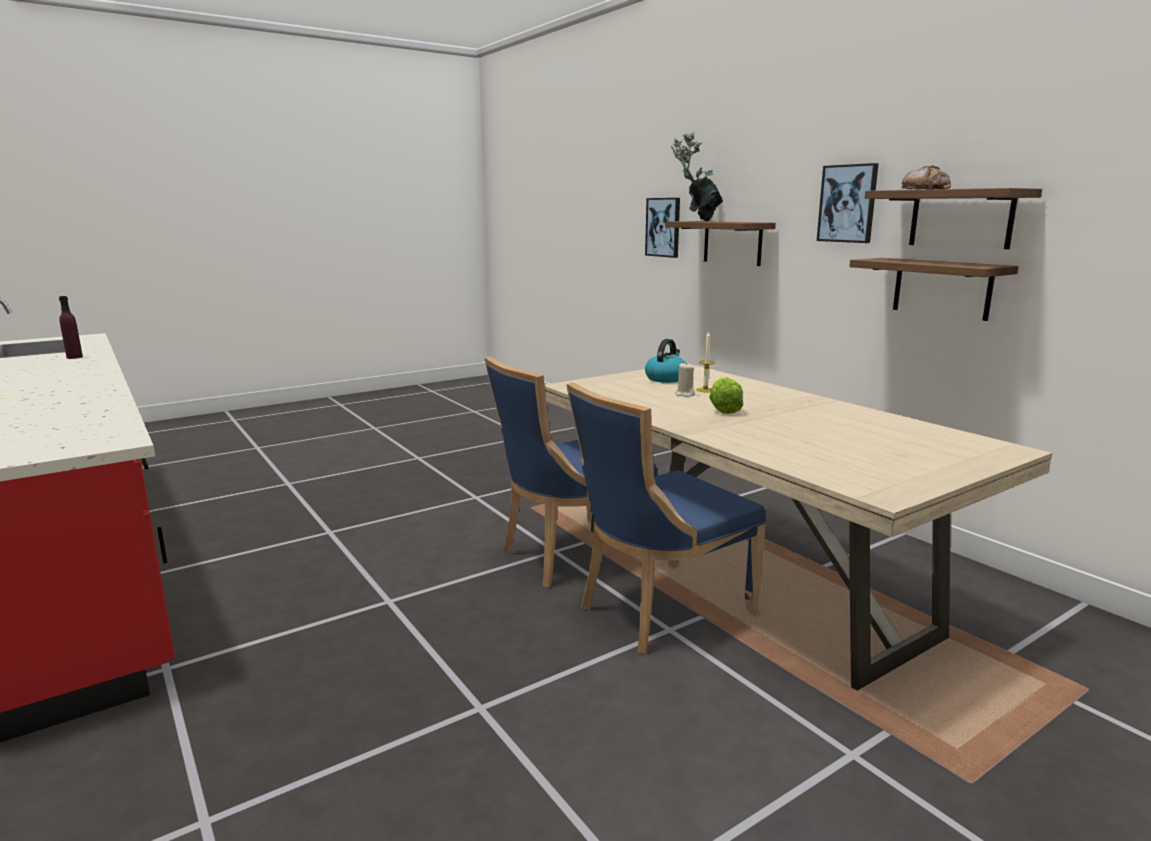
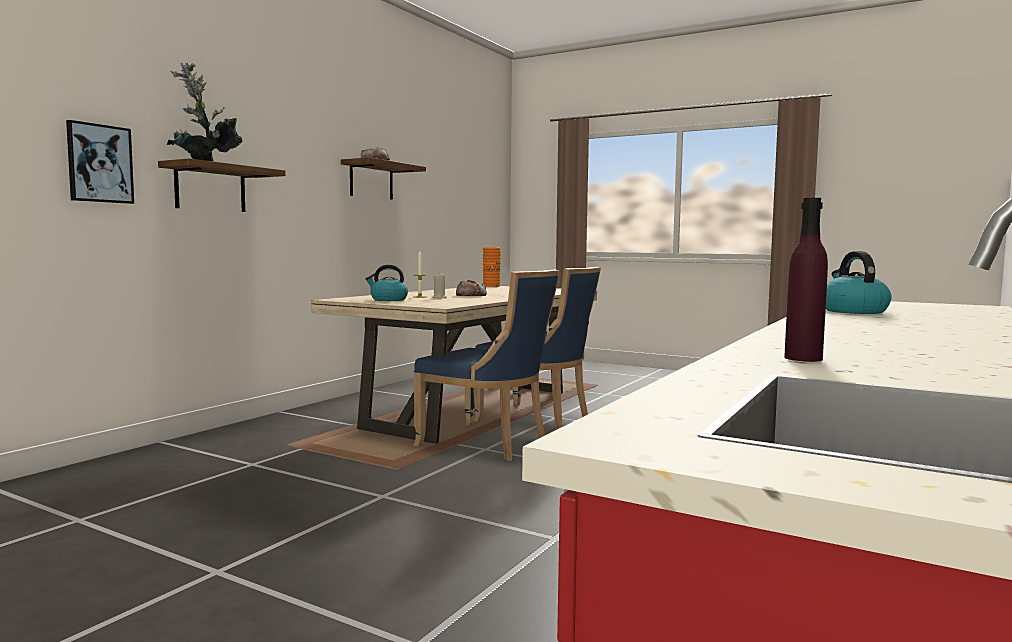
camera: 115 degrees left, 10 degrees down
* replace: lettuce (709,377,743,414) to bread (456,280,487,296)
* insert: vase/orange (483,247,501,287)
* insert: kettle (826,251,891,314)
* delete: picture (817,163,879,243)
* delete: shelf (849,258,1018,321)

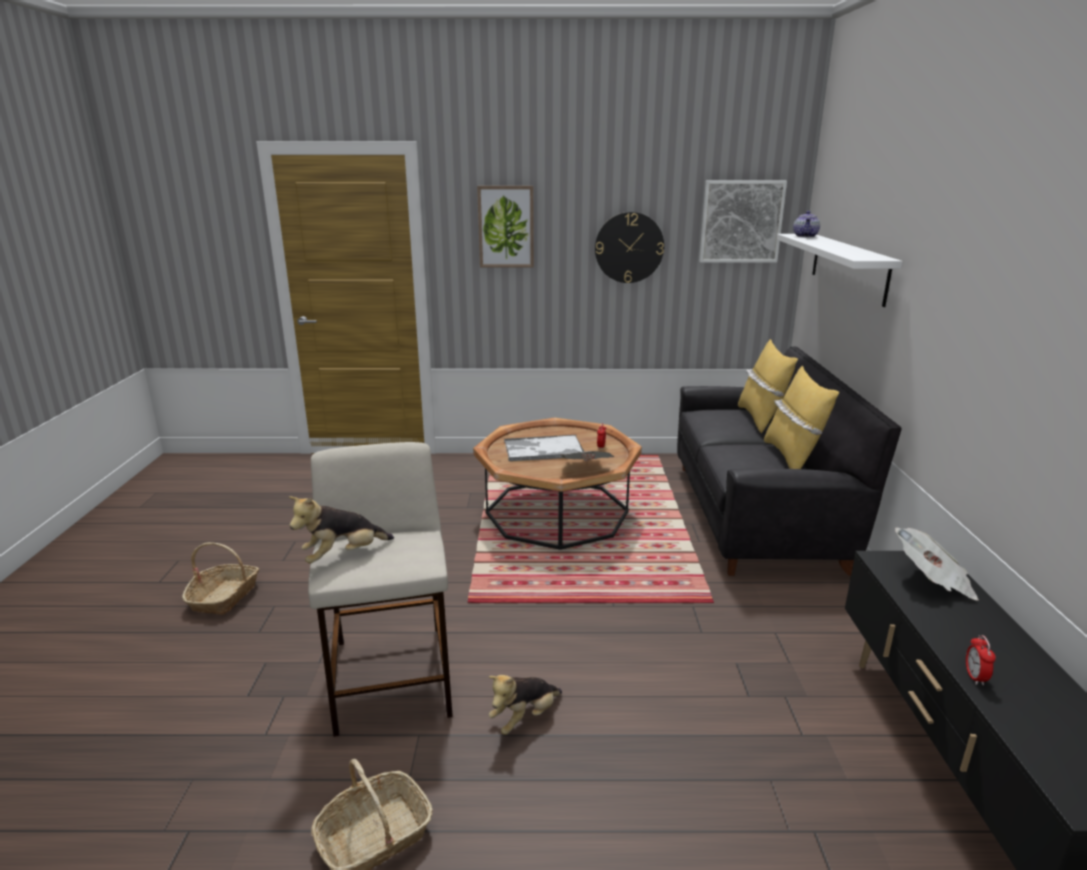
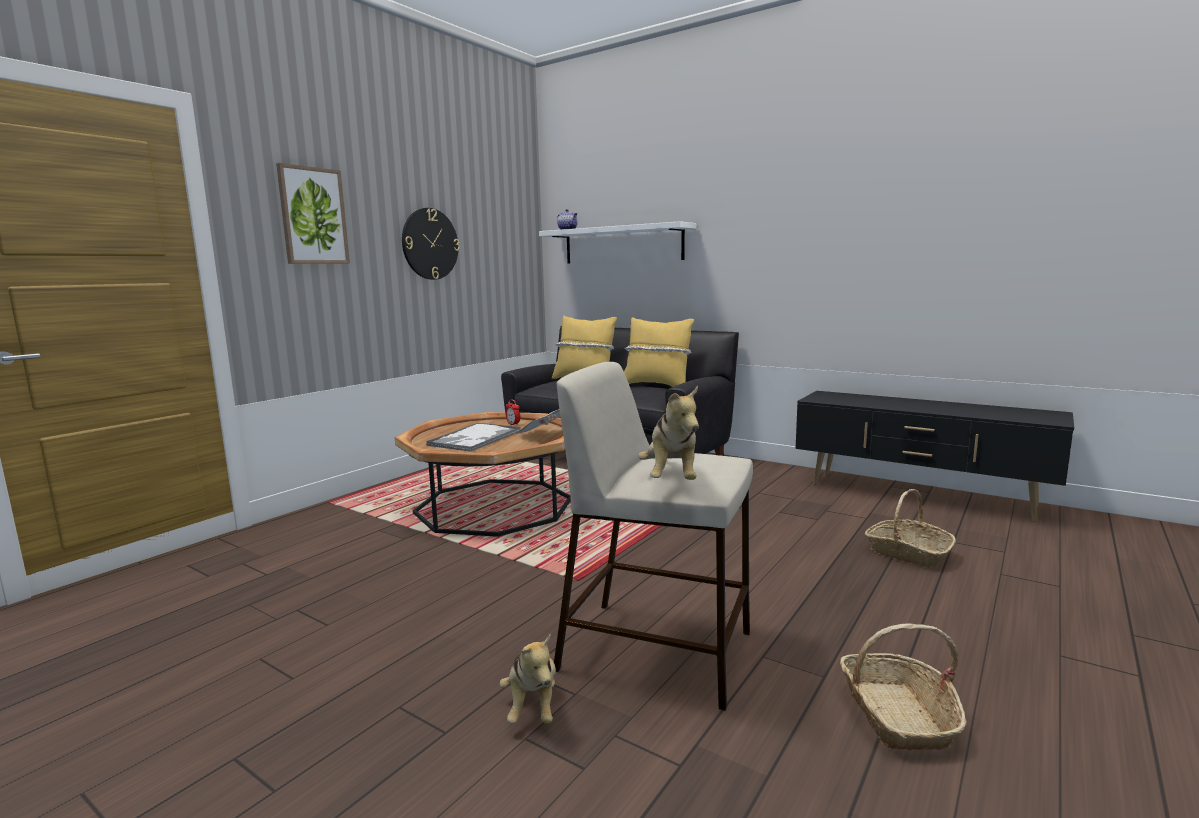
camera: 55 degrees left, 10 degrees down
* move: plush toy (489,675,562,735) to (499,633,556,724)
* move: basket (182,542,259,615) to (865,489,956,568)
* delete: picture (699,181,787,263)
* delete: newspaper (895,527,979,600)
* delete: alarm clock (966,635,996,686)

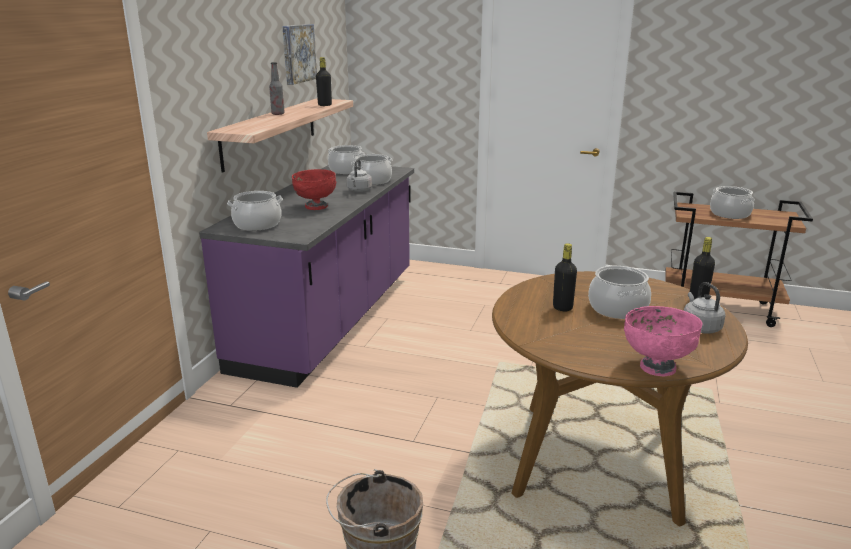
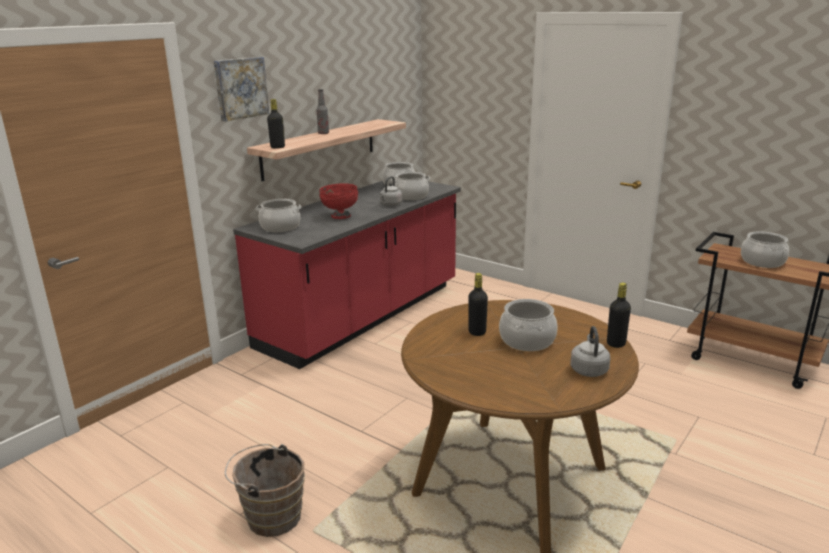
camera: 20 degrees right, 0 degrees up
* move: picture (282,24,317,85) to (214,57,269,122)
* recolor: counter/purple (199,165,414,388) to counter/red (233,181,461,369)
* move: bottle/black (316,57,332,106) to (267,99,285,149)
* delete: bowl/pink (624,306,702,376)

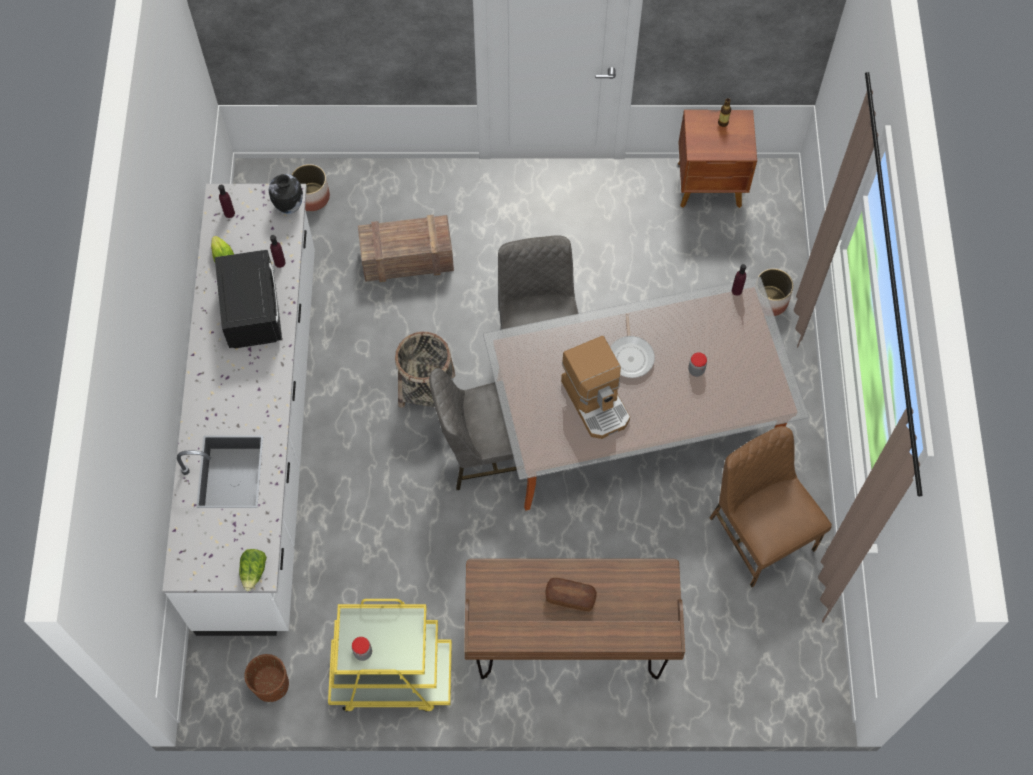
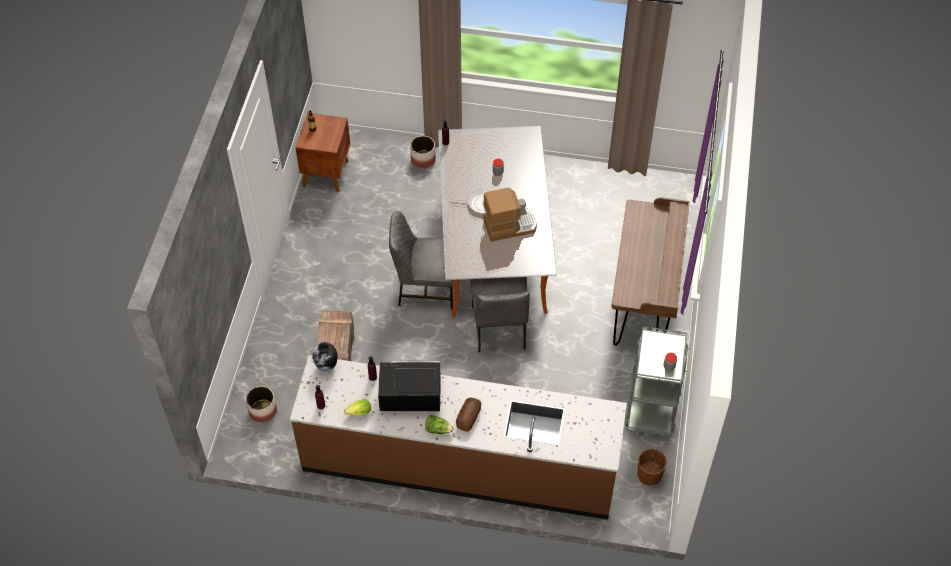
camera: 80 degrees left, 10 degrees down
* recolor: counter/white (162,184,315,636) to counter/brown (290,355,627,520)
* move: lettuce (239,549,267,591) to (425,415,454,434)
* move: bread (546,578,597,611) to (456,398,481,432)
* recolor: cart/yellow (328,599,452,712) to cart/grey (625,326,689,437)
* delete: basket (395,332,456,408)
* delete: chair/brown (709,426,832,587)

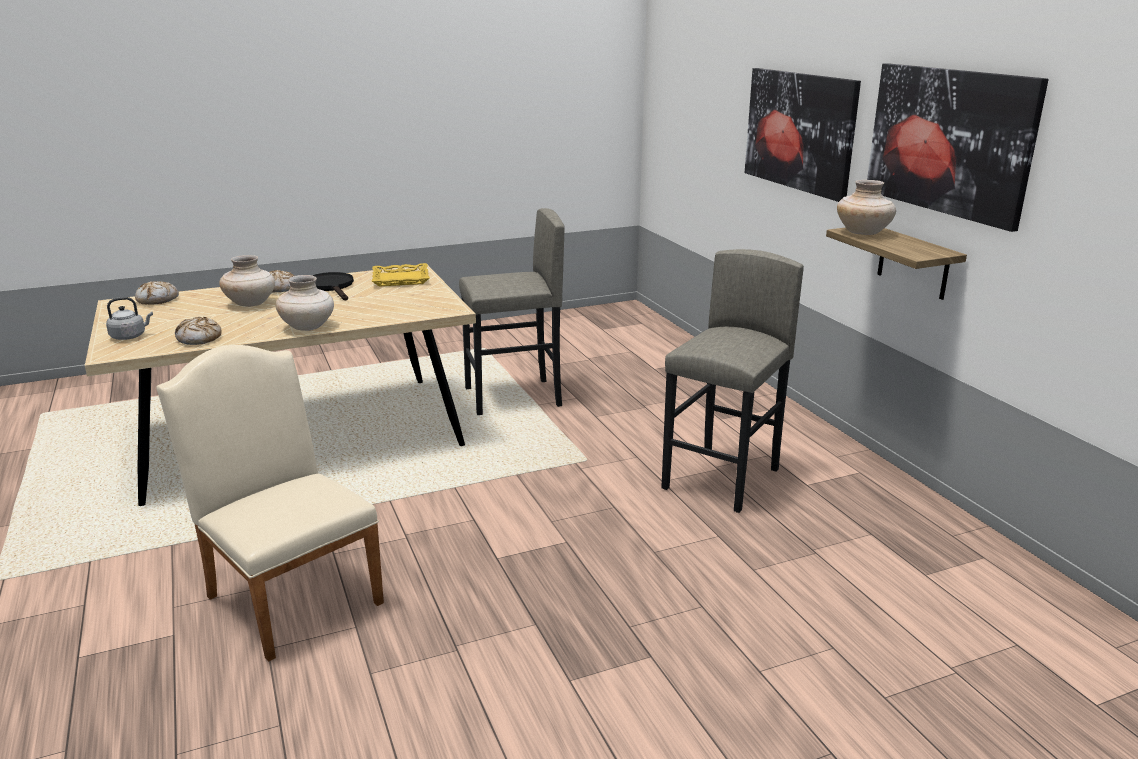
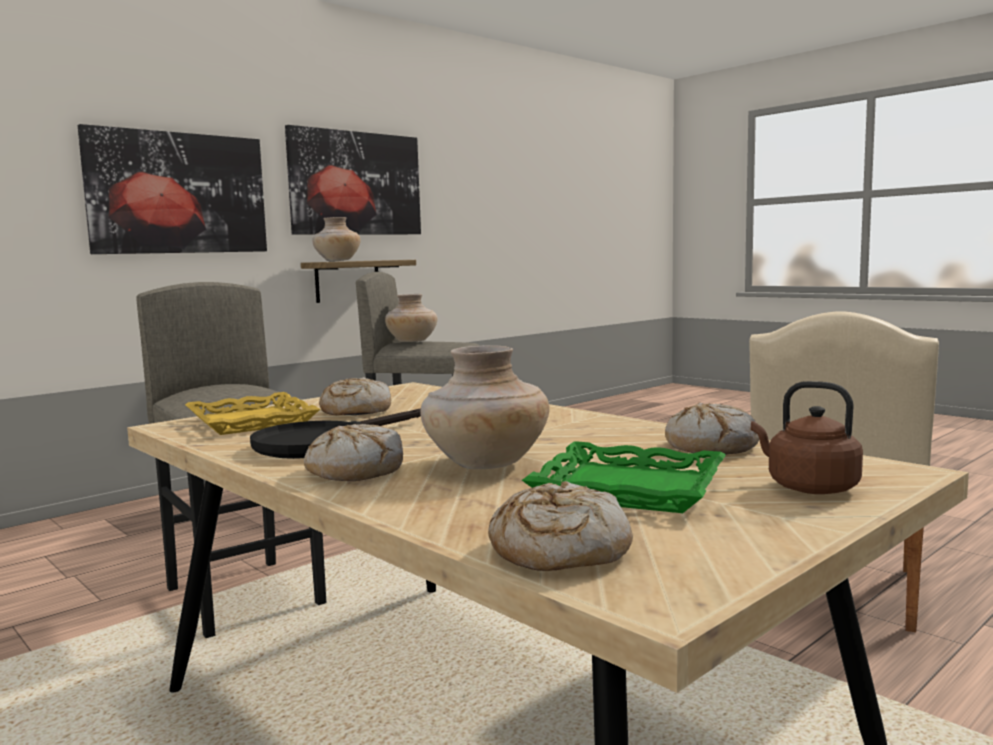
camera: 110 degrees left, 15 degrees down
* insert: bread (319,377,391,415)
* move: vase/beige (275,275,334,331) to (385,294,438,342)
* insert: tray/green (522,441,726,513)
* recolor: kettle/grey (106,297,153,340) to kettle/brown (751,381,863,494)

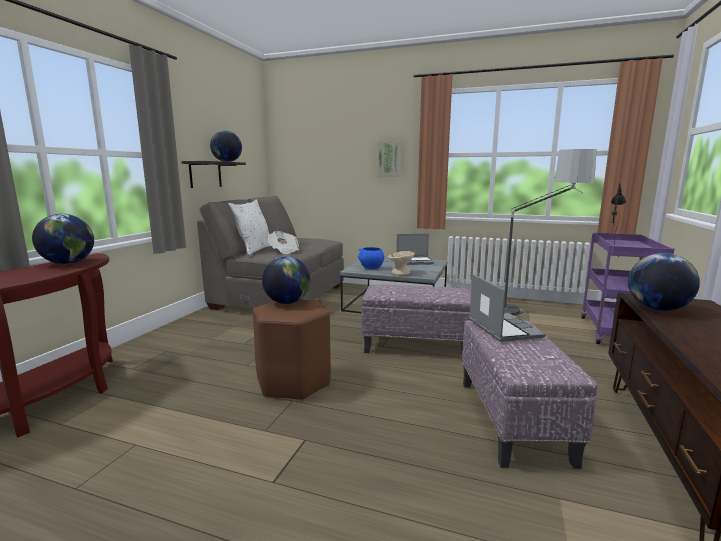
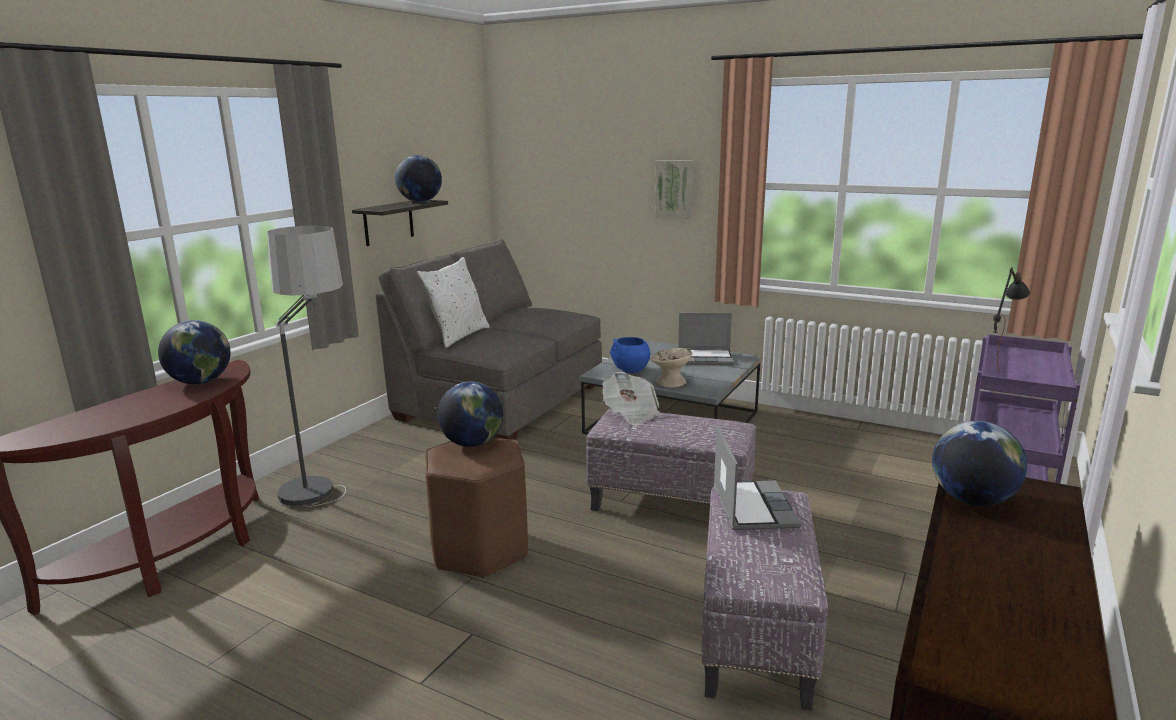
camera: 10 degrees right, 5 degrees up
* move: floor lamp (504,149,597,316) to (267,226,346,507)
* move: newspaper (268,231,299,254) to (602,372,660,426)

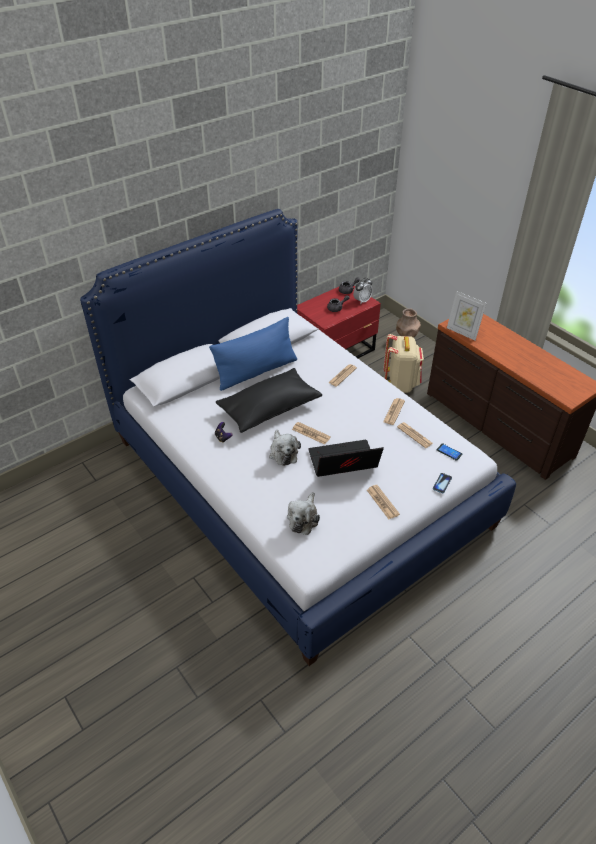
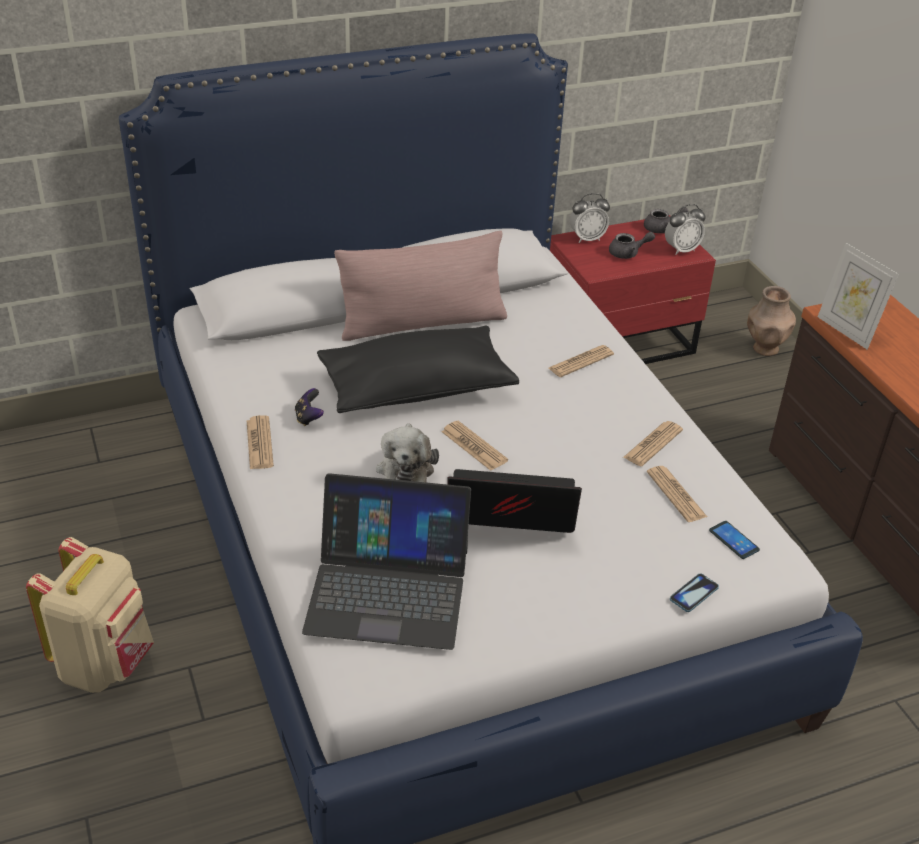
camera: 15 degrees right, 5 degrees down
* move: backpack/beige (384,334,424,393) to (26,537,154,693)
* move: newspaper (367,485,400,519) to (247,415,274,469)
* replace: plush toy (287,492,320,535) to laptop (302,473,471,650)
* recolor: pillow/blue (209,317,297,391) to pillow/pink (334,231,507,341)
* insert: alarm clock (570,193,610,243)

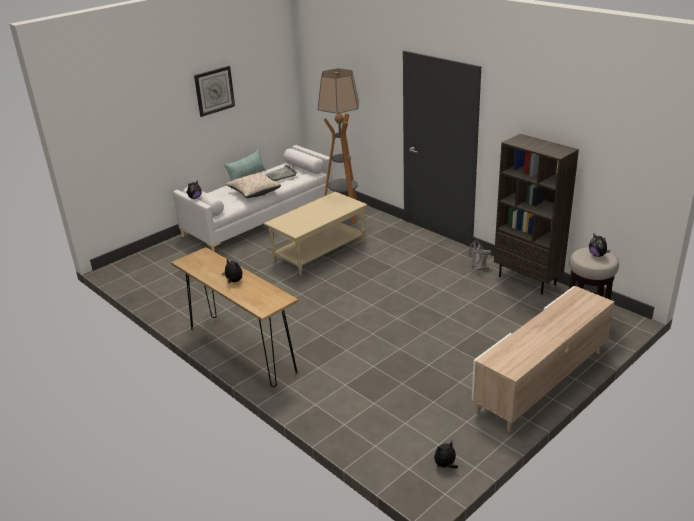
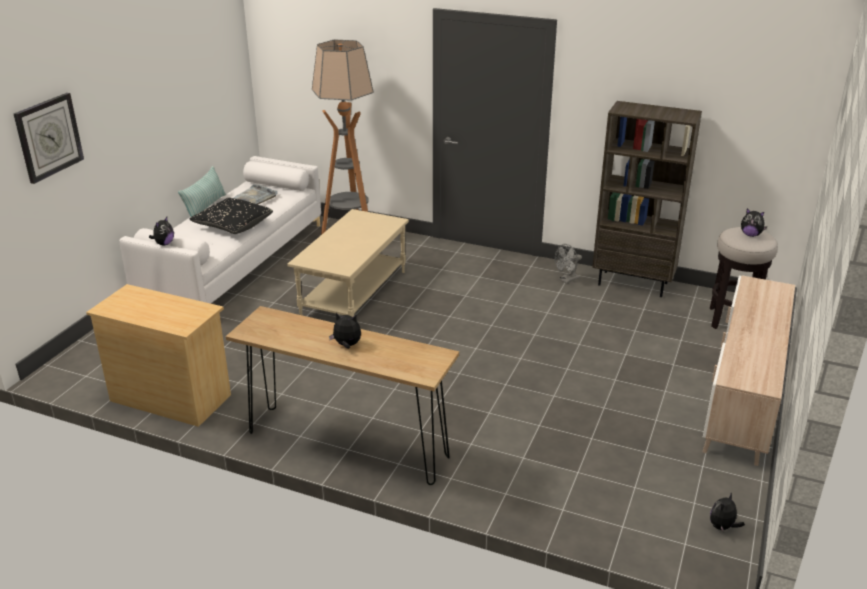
camera: 25 degrees left, 0 degrees up
* move: wall clock (194,66,235,117) to (14,93,84,184)
* insert: dresser/beige (86,284,231,427)
* recolor: pillow/beige (226,172,281,198) to pillow/black (190,198,273,234)

